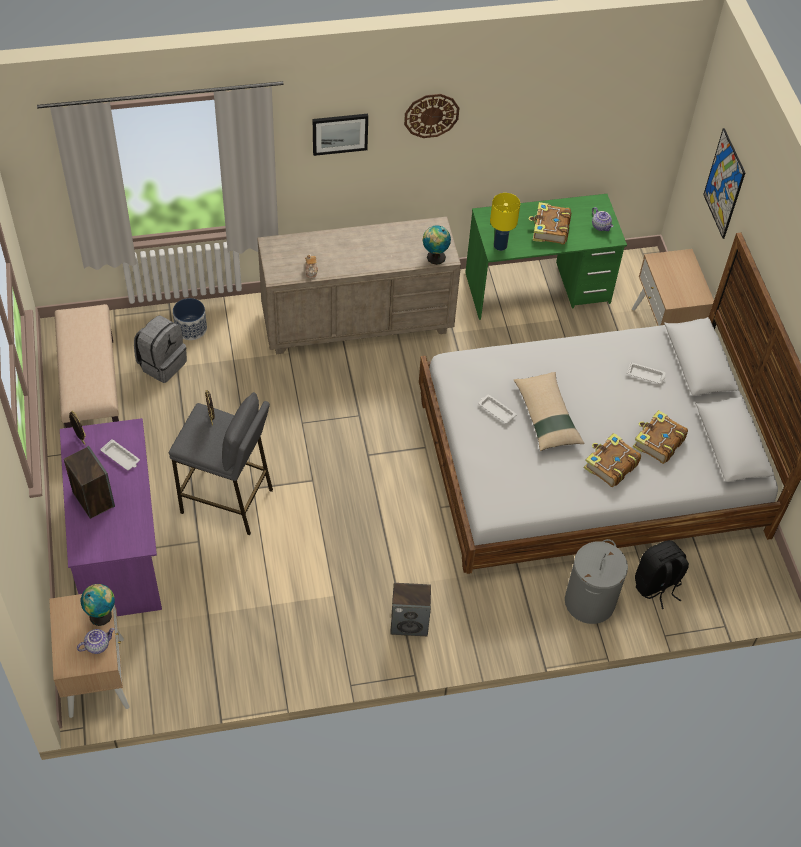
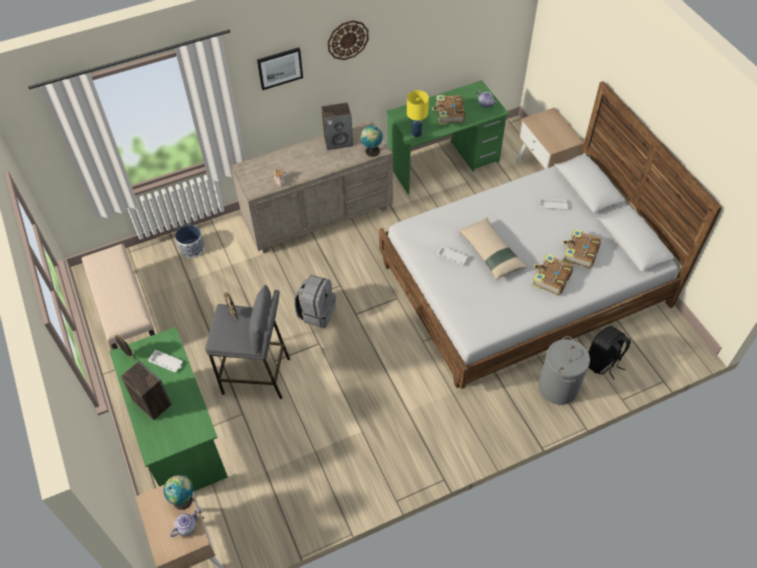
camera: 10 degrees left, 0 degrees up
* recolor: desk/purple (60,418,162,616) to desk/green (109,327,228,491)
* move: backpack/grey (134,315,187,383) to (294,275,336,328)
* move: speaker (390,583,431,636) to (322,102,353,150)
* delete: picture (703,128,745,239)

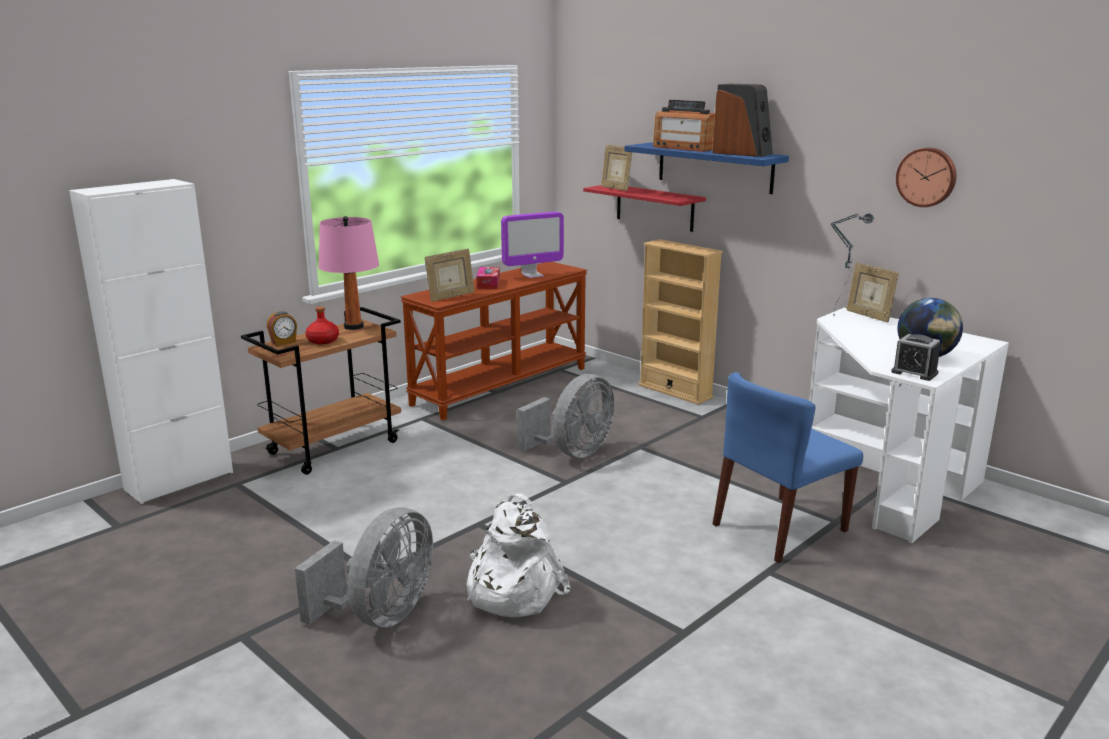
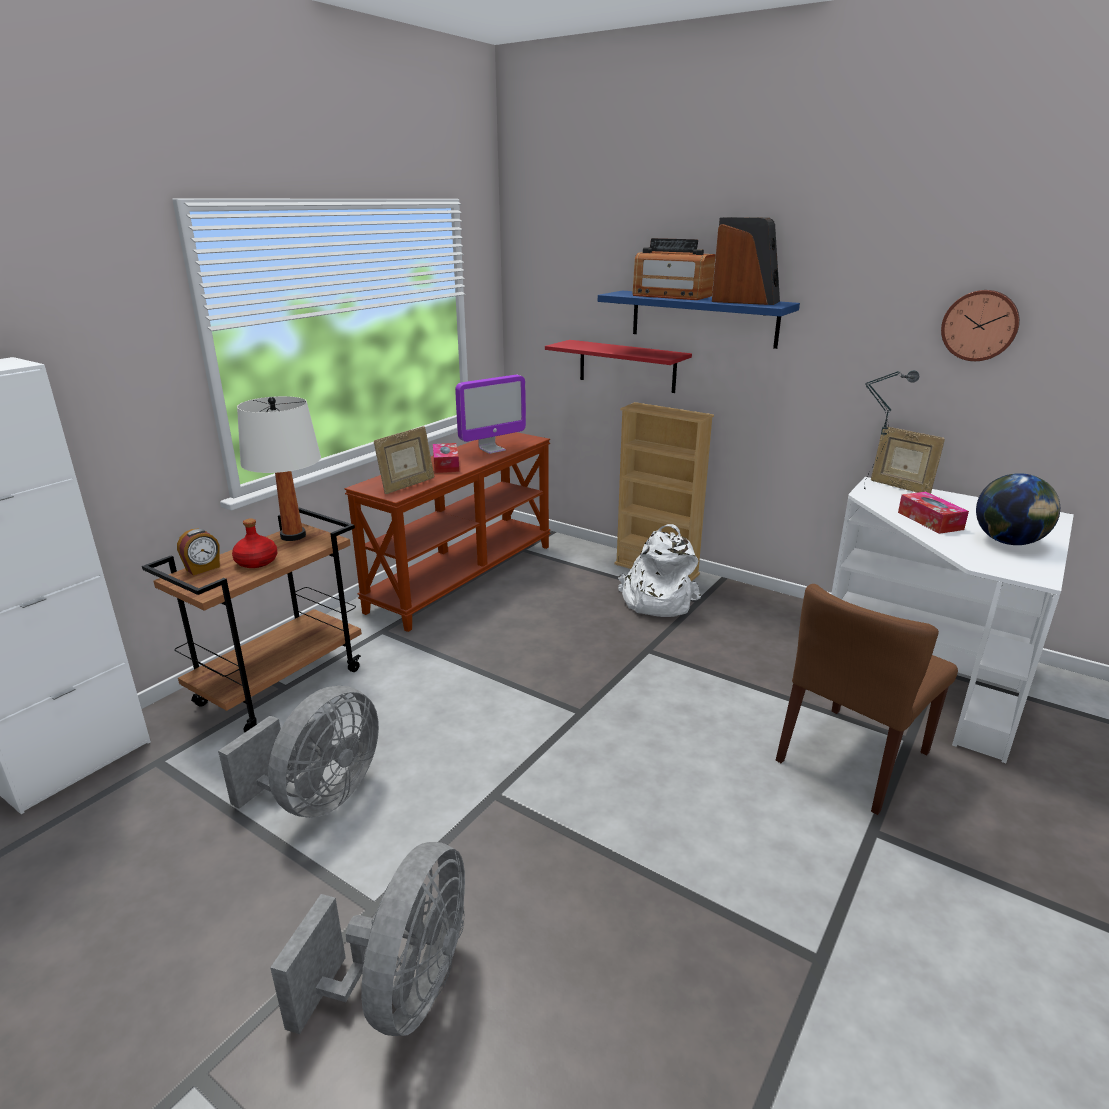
camera: 10 degrees left, 5 degrees up
* move: fan/grey (517,374,615,458) to (218,686,379,818)
* recolor: table lamp/pink (319,216,379,330) to table lamp/white (237,396,321,541)
* move: backpack/white (466,494,570,617) to (618,524,701,617)
* recolor: chair/blue (713,372,863,563) to chair/brown (776,584,958,815)
* insert: tissue box (898,492,969,534)
* delete: picture frame (601,145,632,191)
* delete: alarm clock (891,334,941,381)

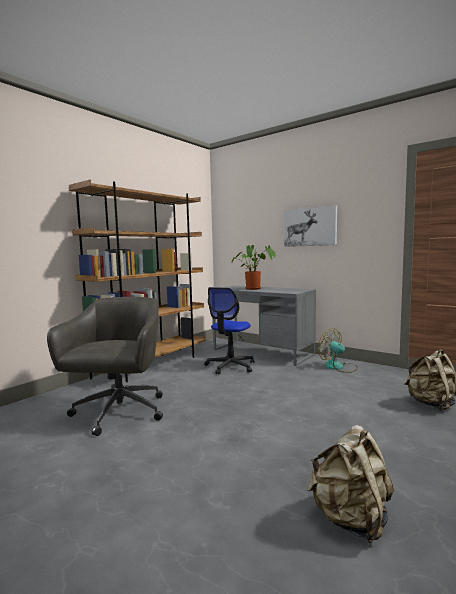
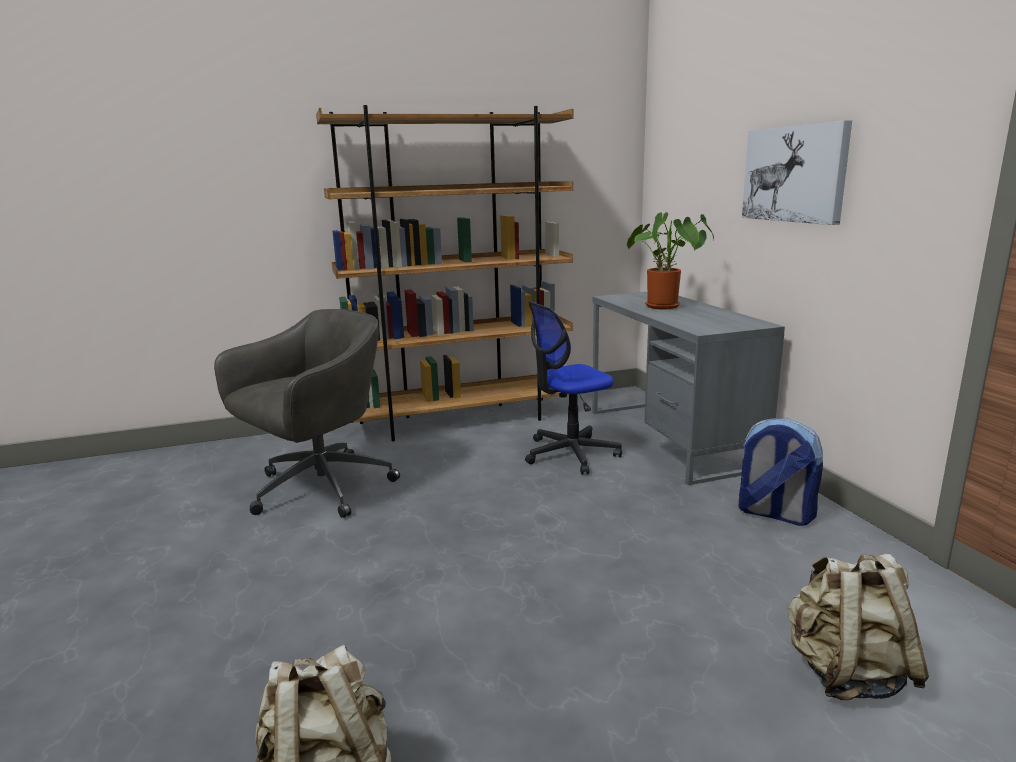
camera: 35 degrees right, 10 degrees up
* replace: fan (318,329,358,373) to backpack (738,418,823,526)

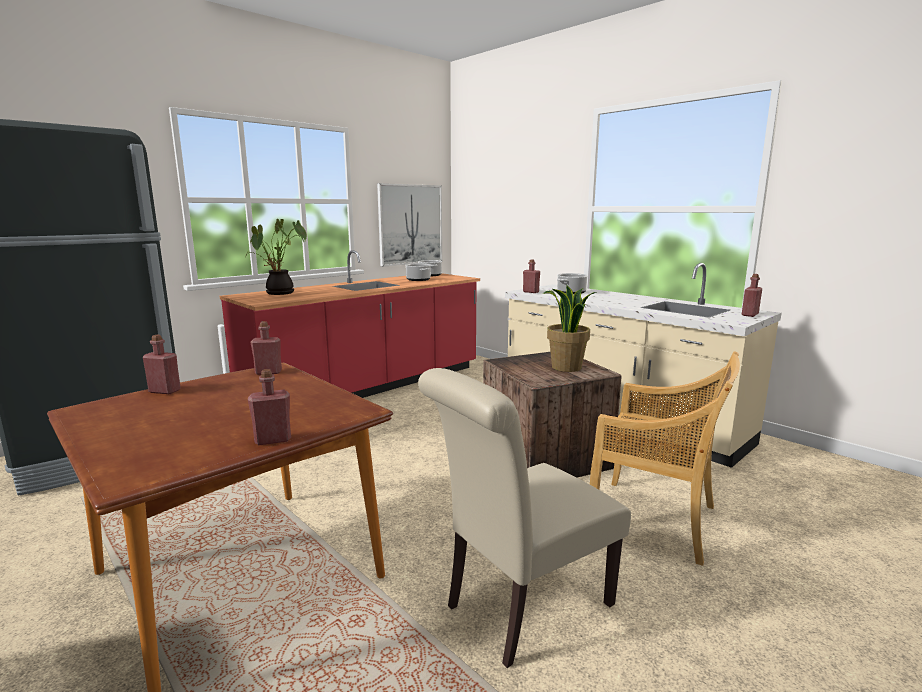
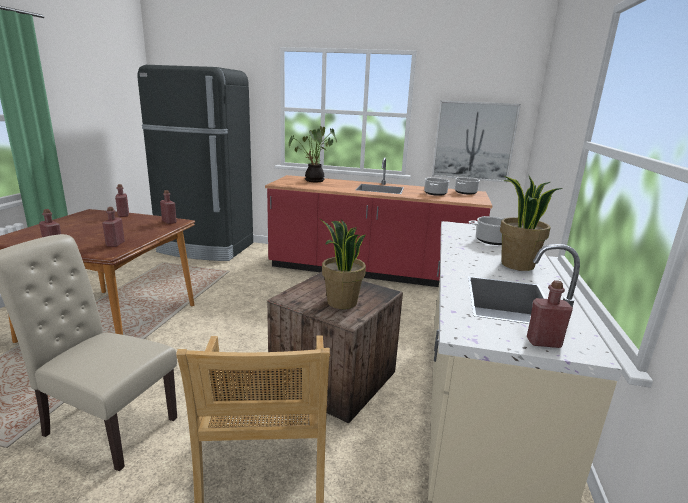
camera: 55 degrees right, 5 degrees up
* move: bottle/red (523,260,540,293) to (102,207,125,247)
* insert: potted plant (500,176,564,271)

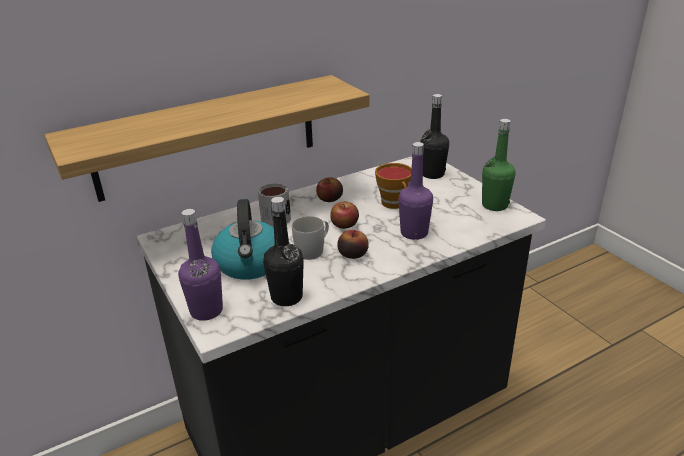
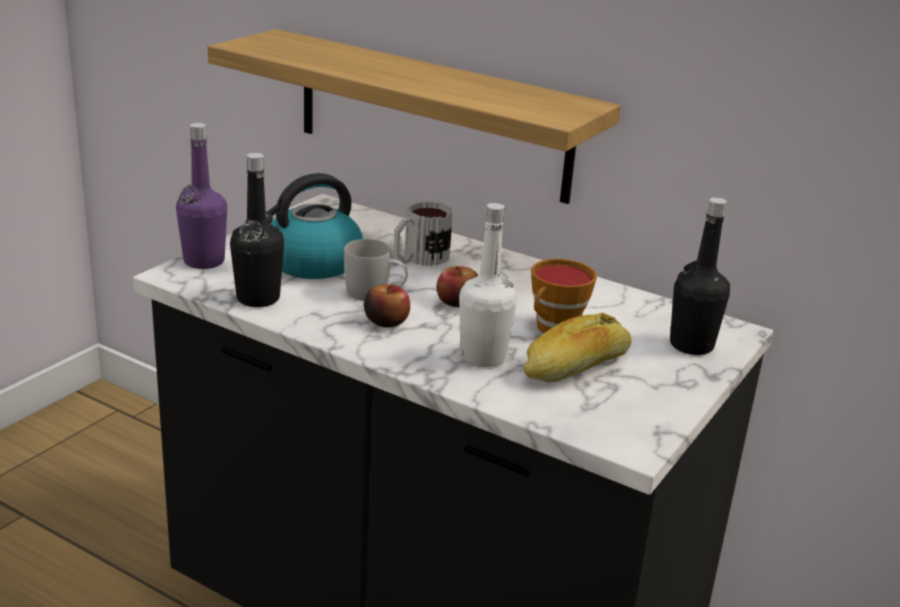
camera: 60 degrees right, 5 degrees down
* recolor: bottle/purple (398,142,433,240) to bottle/white (459,203,517,367)
* insert: bread (523,313,632,383)
* delete: apple (316,177,343,202)
* delete: bottle/green (482,119,516,211)

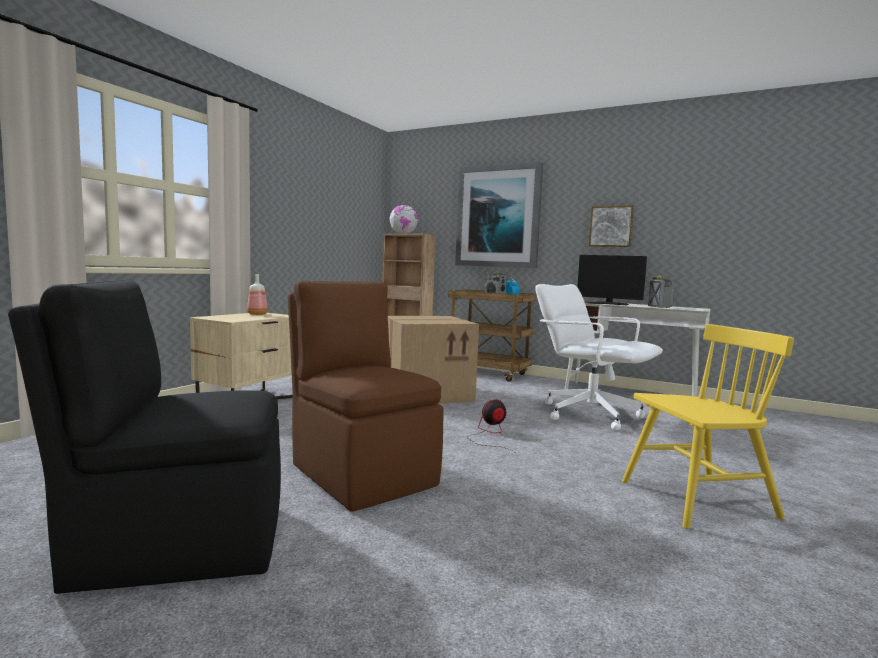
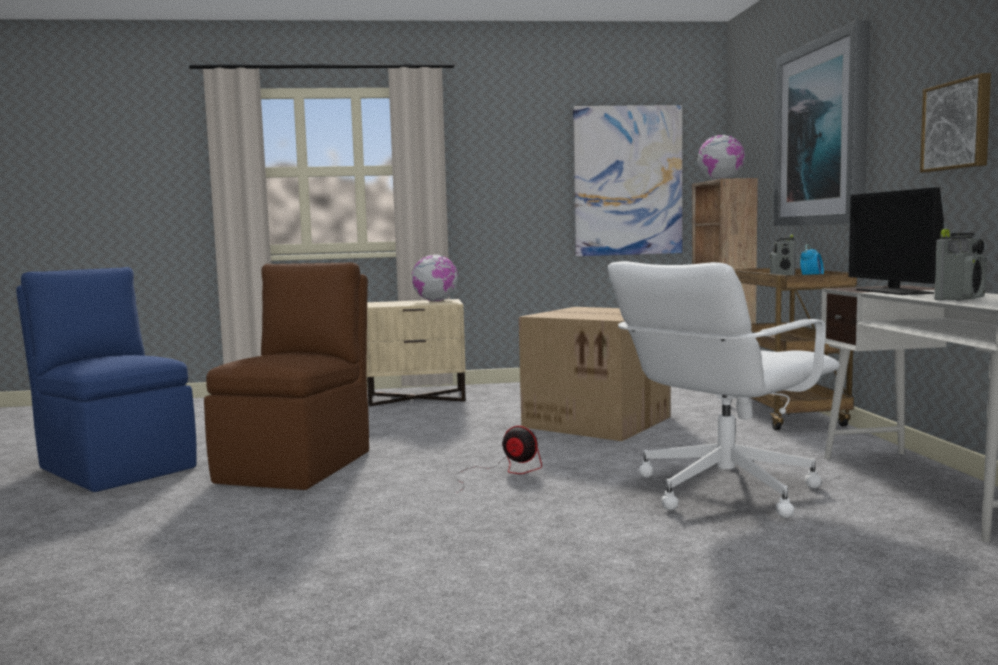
camera: 55 degrees right, 0 degrees up
* recolor: chair/black (8,279,281,594) to chair/blue (16,267,197,492)
* replace: bottle (247,274,268,315) to globe (412,254,458,301)
* insert: picture (573,105,682,256)
* rotate: office chair/white (535,284,663,431) = (608,261,840,518) 135 degrees counterclockwise
* delete: chair/yellow (622,324,794,529)

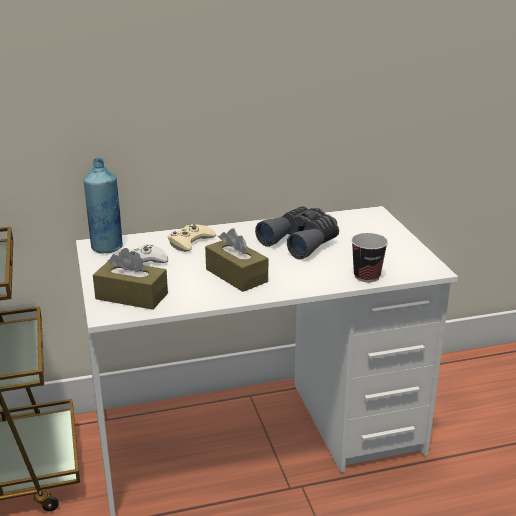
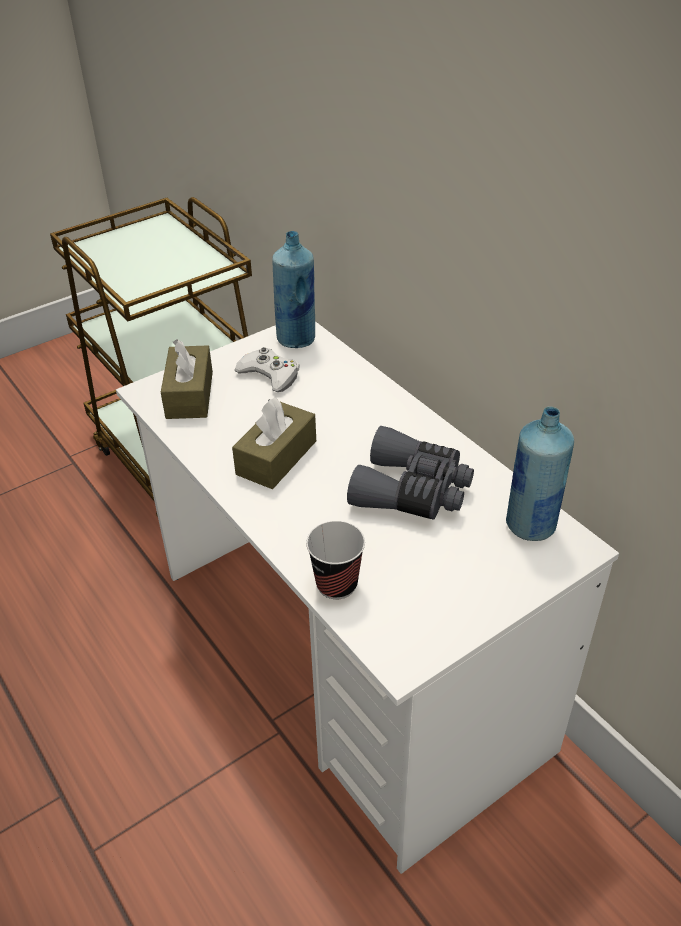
camera: 70 degrees right, 15 degrees up
* insert: bottle/blue (506,407,574,541)
* delete: game controller/beige (168,224,216,252)

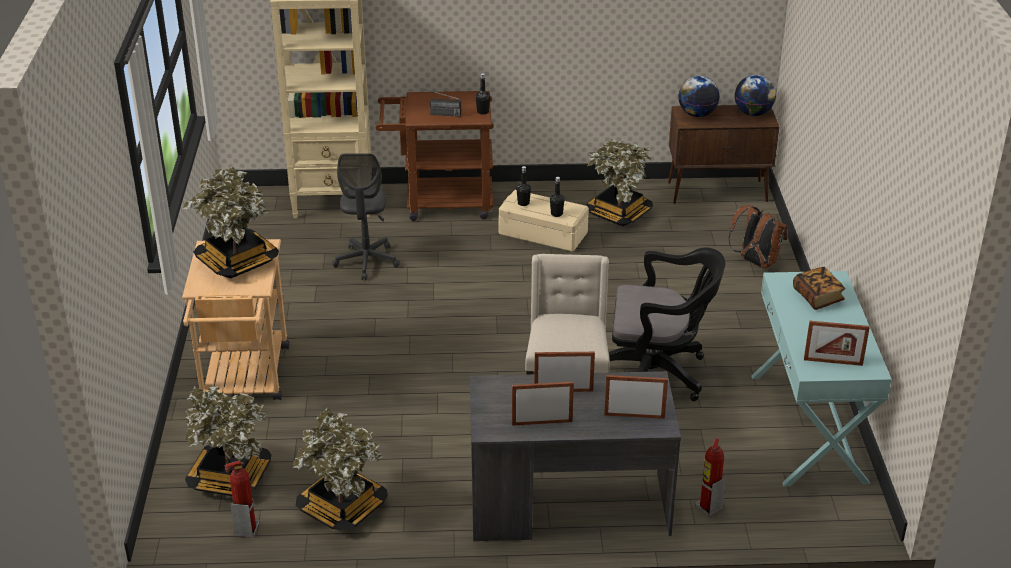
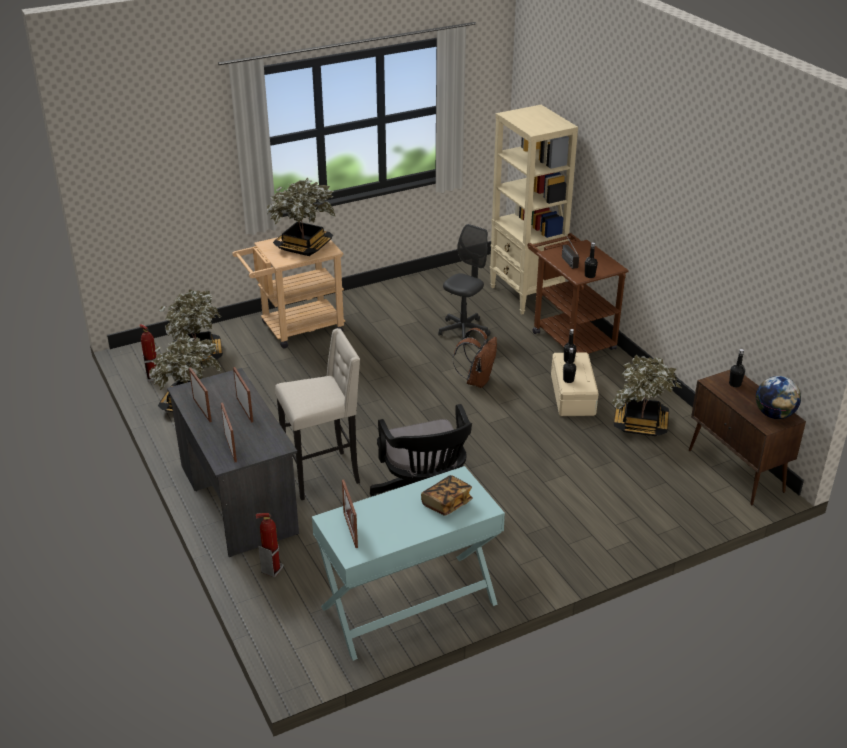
camera: 65 degrees right, 0 degrees up
* rotate: office chair/grey (332,154,400,280) = (438,224,491,345) 150 degrees clockwise
* move: backpack/brown (728,205,788,268) to (453,328,497,388)
* replace: globe (679,76,720,117) to bottle/black (729,349,745,387)

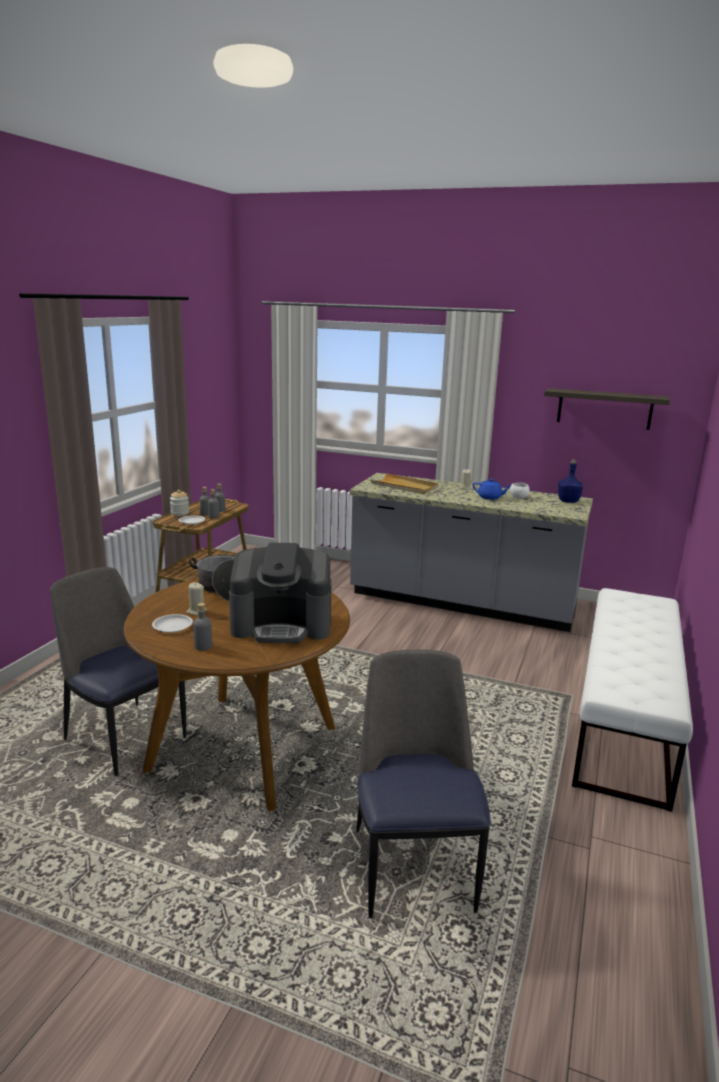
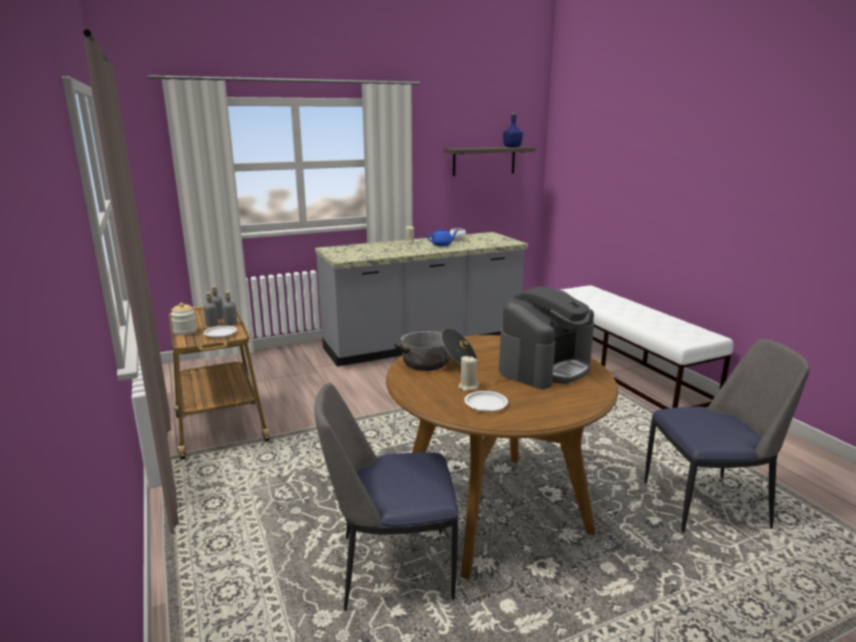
camera: 45 degrees left, 0 degrees up
* move: bottle/blue (558,460,583,503) to (503,112,523,147)
* rotate: chair (356,650,491,918) = (645,339,810,533) 135 degrees clockwise
* delete: bottle/grey (193,603,212,651)
* delete: tray/beige (370,473,438,494)

